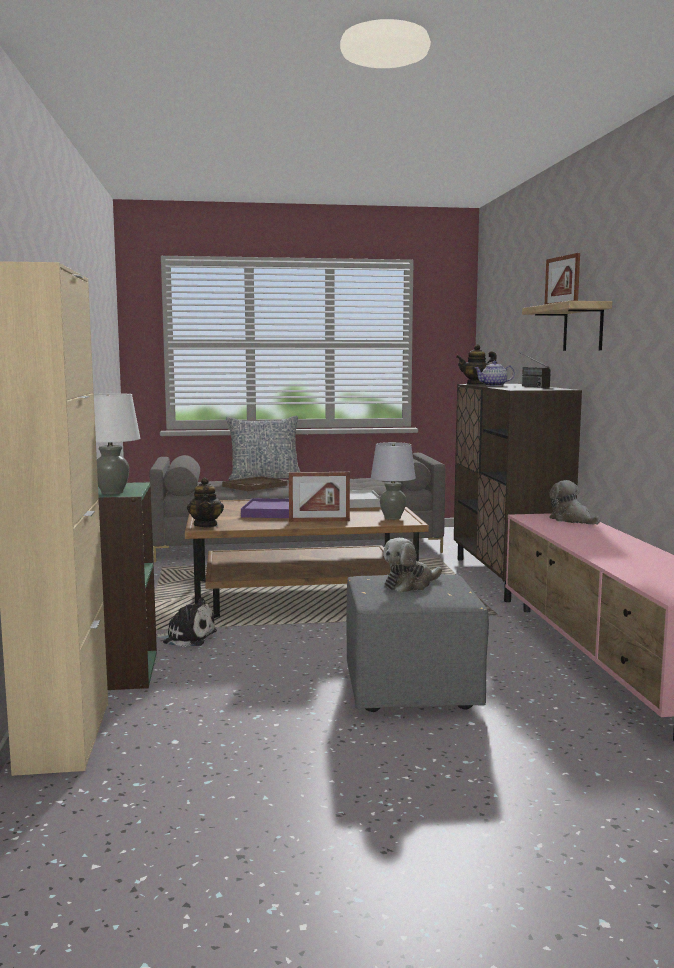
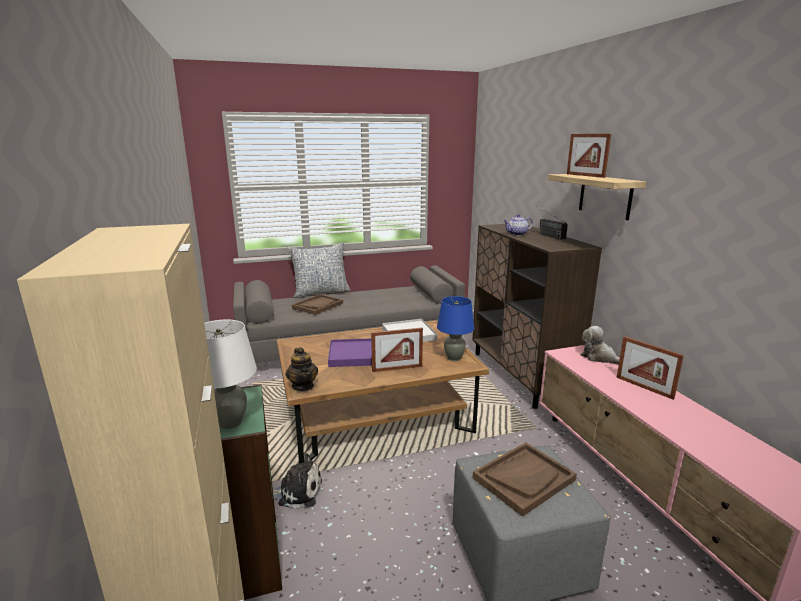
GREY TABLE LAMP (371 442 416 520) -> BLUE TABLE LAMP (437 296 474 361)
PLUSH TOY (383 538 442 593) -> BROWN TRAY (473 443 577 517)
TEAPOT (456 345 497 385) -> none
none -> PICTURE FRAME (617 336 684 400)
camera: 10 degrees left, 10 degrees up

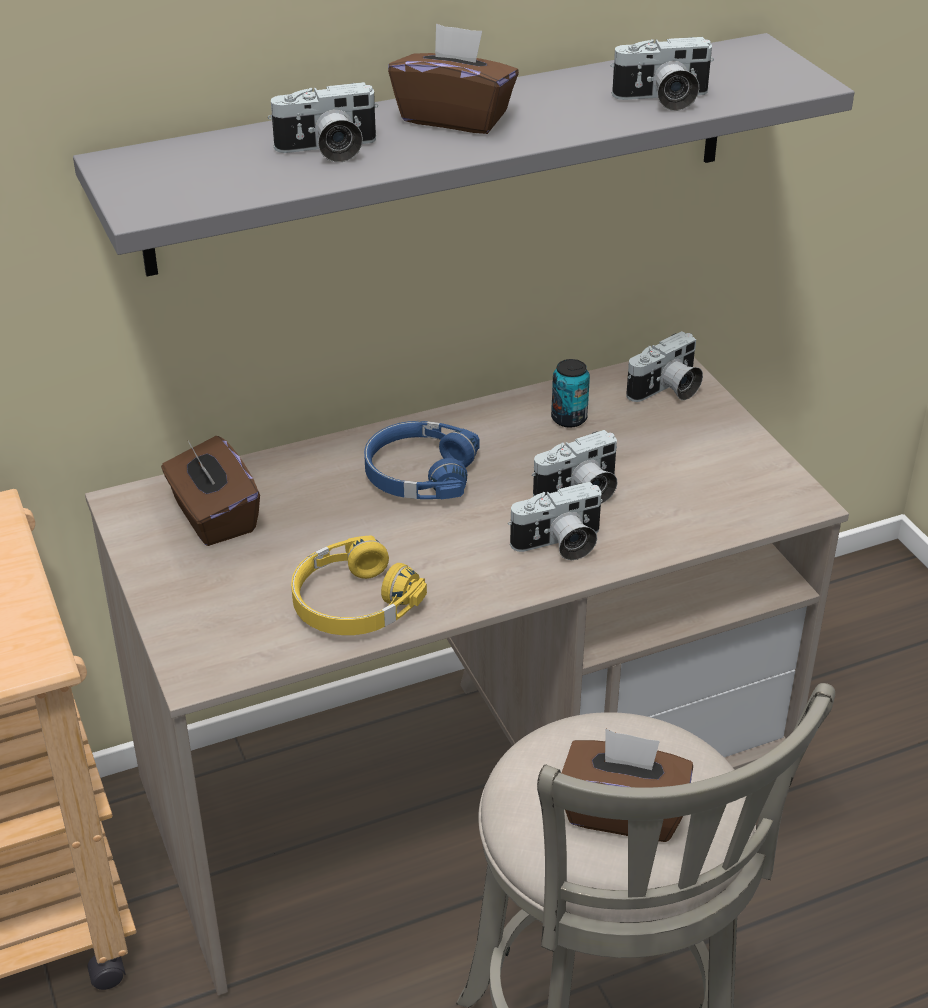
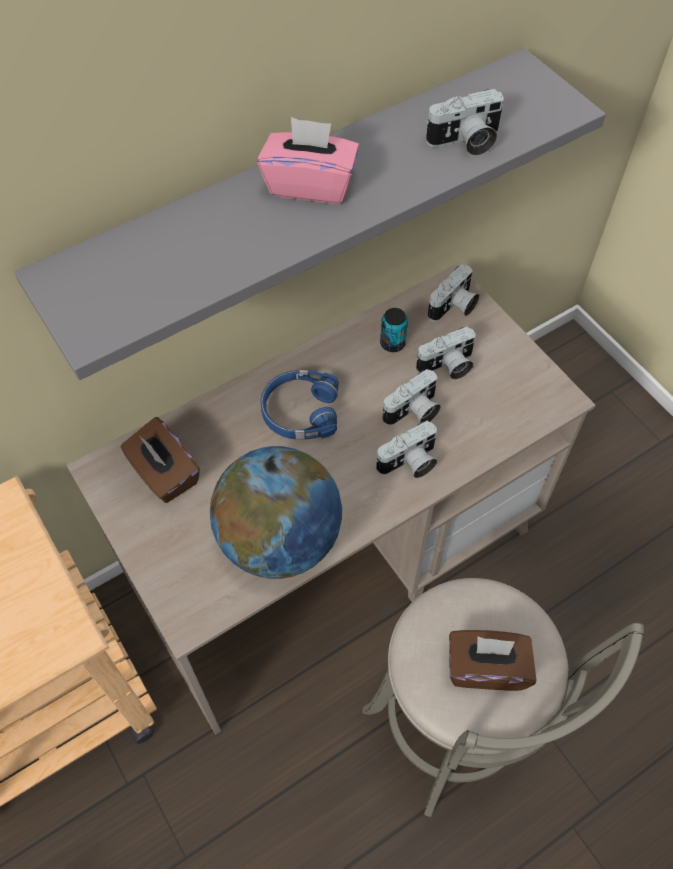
PHOTO CAMERA (268 82 378 162) -> PHOTO CAMERA (416 326 476 379), moved
YELLOW HEADPHONES (291 535 427 635) -> GLOBE (210 446 342 579)
BROWN TISSUE BOX (388 23 519 134) -> PINK TISSUE BOX (257 117 359 204)
camera: 10 degrees left, 20 degrees up

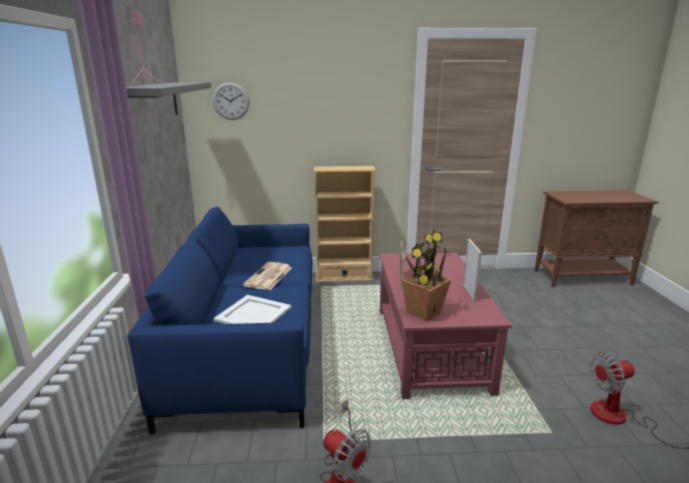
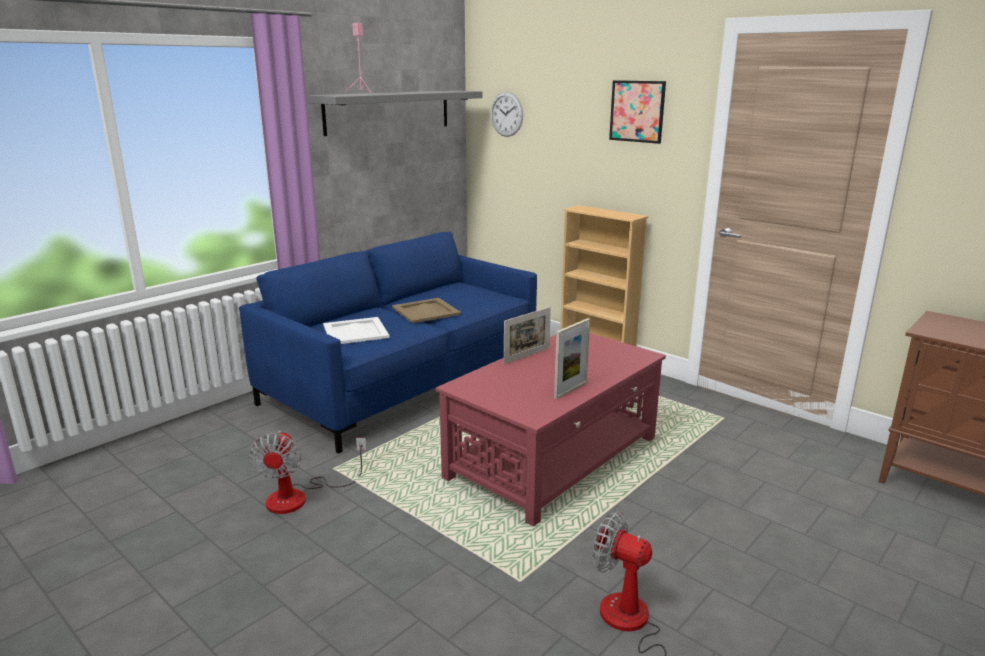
NEWSPAPER (243 262 292 290) -> BEIGE TRAY (392 298 461 323)
POTTED PLANT (401 230 451 321) -> none
none -> PICTURE (609 80 666 144)
camera: 45 degrees right, 0 degrees up

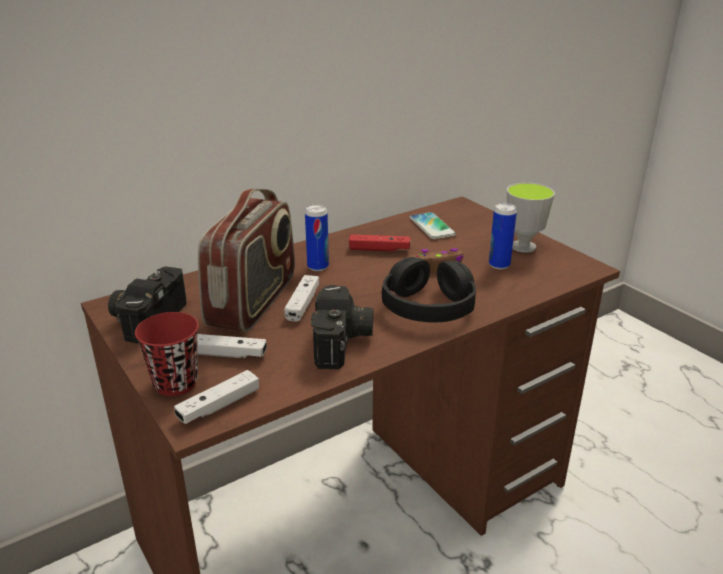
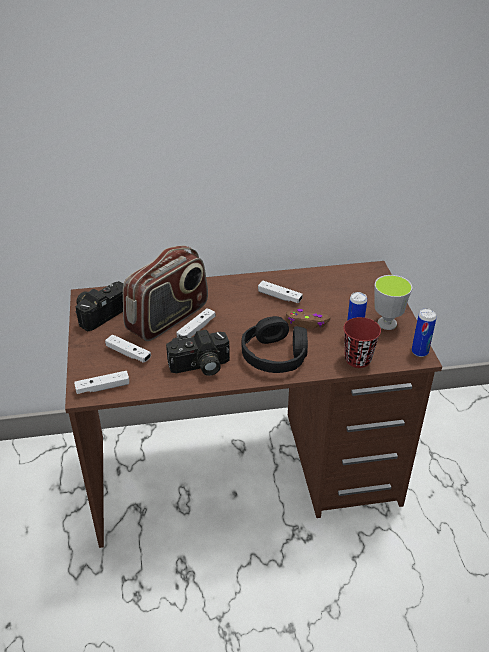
RED CUP (135 312 199 396) -> RED CUP (343 317 381 368), moved
CAN (305 205 329 271) -> CAN (412 308 437 357), moved
PHOTO CAMERA (311 285 373 369) -> PHOTO CAMERA (166 330 230 376), 45 degrees clockwise
RED GAME CONTROLLER (349 234 410 251) -> WHITE GAME CONTROLLER (258 281 303 303)
PHONE (410 212 456 239) -> none
camera: 25 degrees right, 10 degrees up

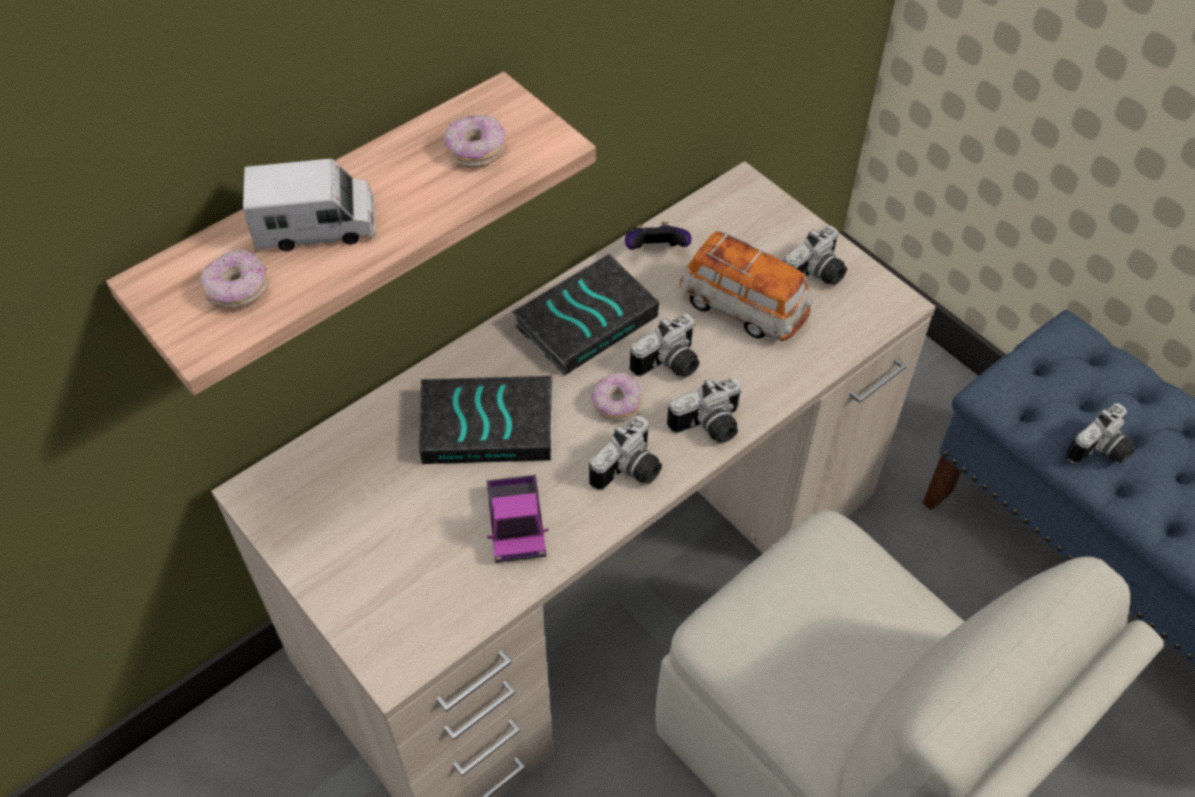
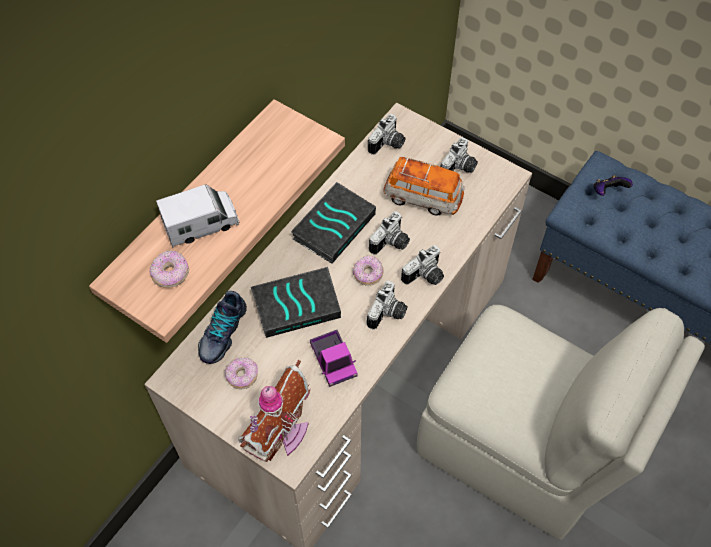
DONUT (444 115 506 168) -> DONUT (225 357 258 389), moved
GAME CONTROLLER (625 222 691 250) -> GAME CONTROLLER (594 175 633 196), moved
PHOTO CAMERA (1066 403 1136 464) -> PHOTO CAMERA (368 114 405 155), moved
none -> SHOE (198 291 247 364)
none -> TOY HOUSE (238 360 310 462)
camera: 15 degrees left, 5 degrees up

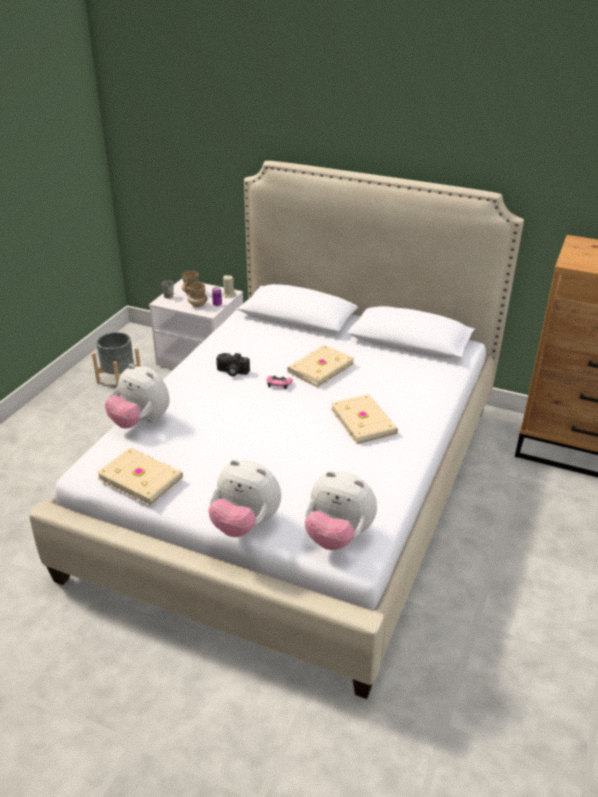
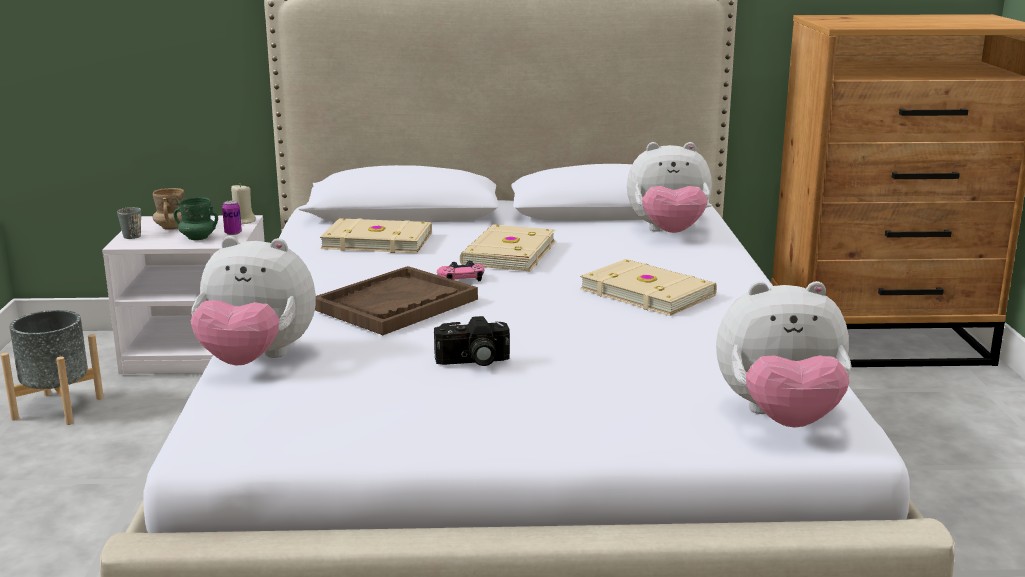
BEIGE BOOK (96 448 183 506) -> BEIGE BOOK (320 218 432 253), moved
BEIGE MUG (187 283 208 307) -> GREEN MUG (174 197 218 240)
PLUSH TOY (208 459 281 537) -> PLUSH TOY (627 142 712 233), moved
PHOTO CAMERA (216 353 250 376) -> PHOTO CAMERA (434 316 510 366), moved
none -> BROWN TRAY (315 266 478 335)
camera: 25 degrees left, 15 degrees down

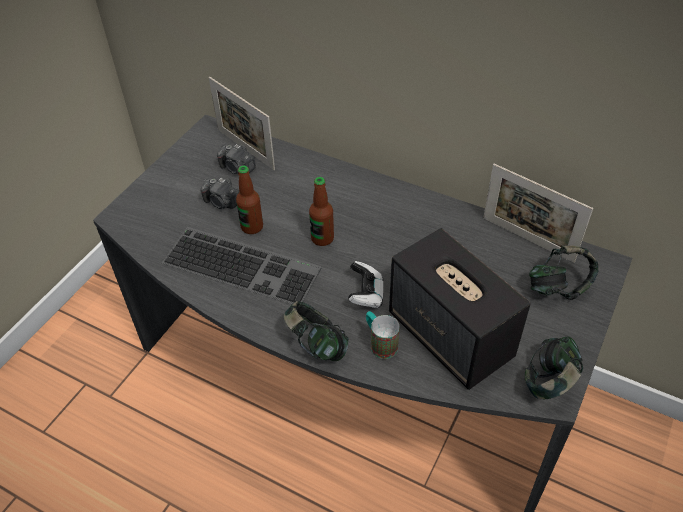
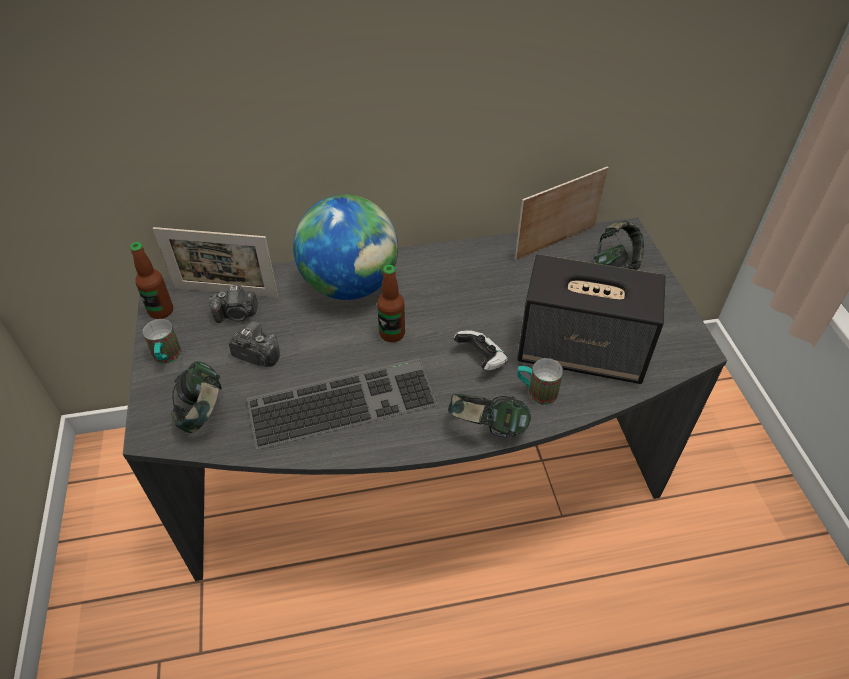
PHOTO CAMERA (201 178 240 209) -> PHOTO CAMERA (229 321 280 367), 150 degrees counterclockwise
BOTTLE (236 166 263 234) -> BOTTLE (130 242 173 319), moved
PICTURE FRAME (483 164 593 263) -> PICTURE FRAME (515 166 608 260), 150 degrees clockwise
HEADPHONES (525 337 583 399) -> HEADPHONES (171 361 222 433), moved
none -> MUG (143 319 181 364)
none -> GLOBE (293 194 398 300)
camera: 40 degrees left, 0 degrees up

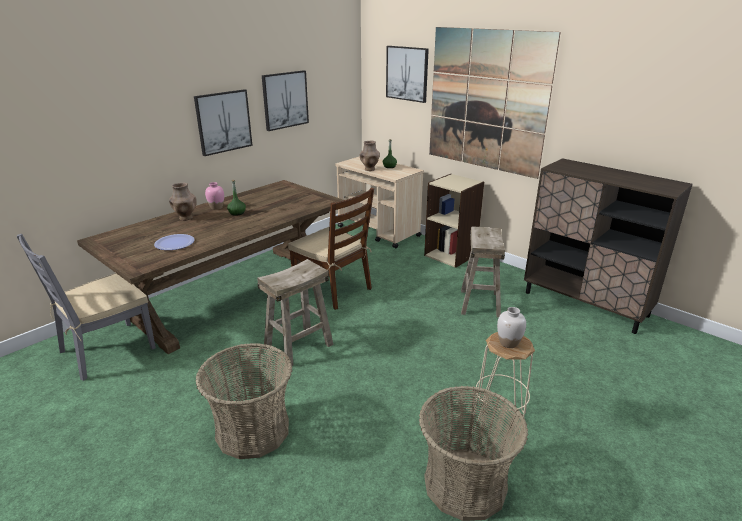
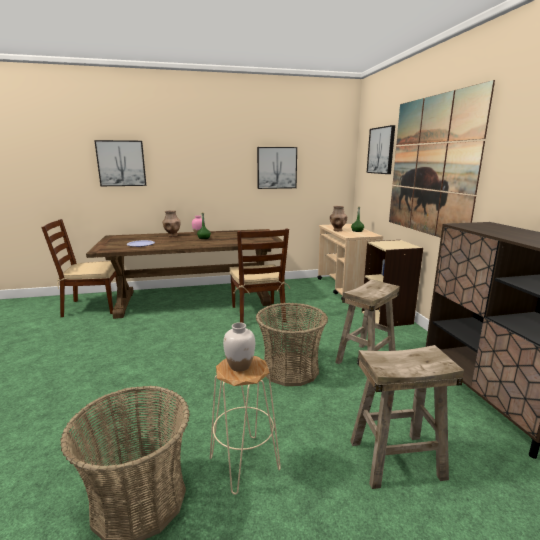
GREY CHAIR (17 234 156 381) -> BROWN CHAIR (41 219 117 317)
PICTURE (194 89 253 156) -> PICTURE (94 140 146 186), moved
BASKET (195 343 292 459) -> BASKET (256 303 328 386), moved
BEIGE STOOL (257 259 334 366) -> BEIGE STOOL (350 345 464 489), moved
camera: 35 degrees right, 10 degrees down

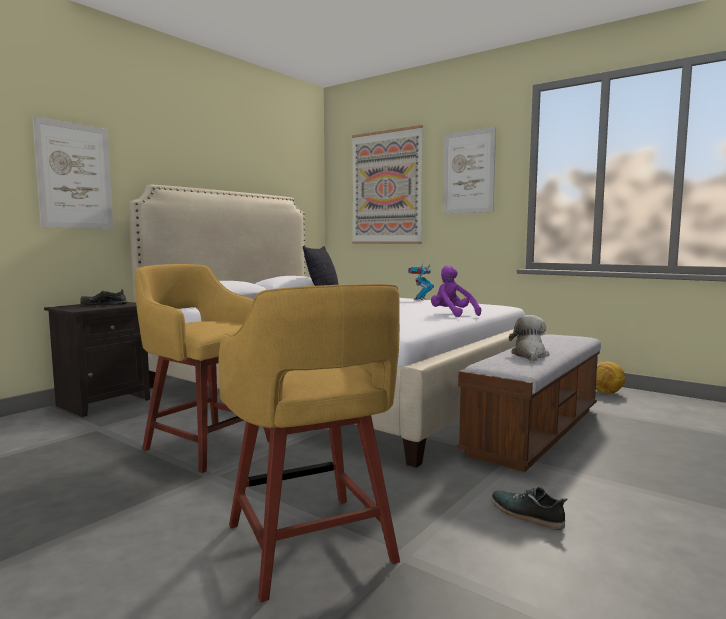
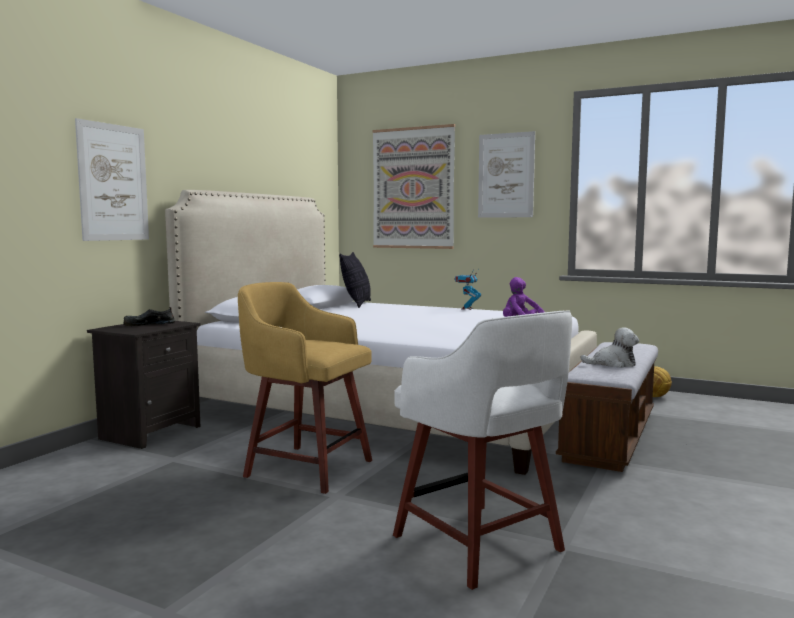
YELLOW STOOL (218 284 400 602) -> WHITE STOOL (393 311 572 590)
SHOE (491 487 567 530) -> none
PLUSH TOY (509 315 549 361) -> PLUSH TOY (581 327 639 368), 90 degrees clockwise
camera: 10 degrees left, 0 degrees up

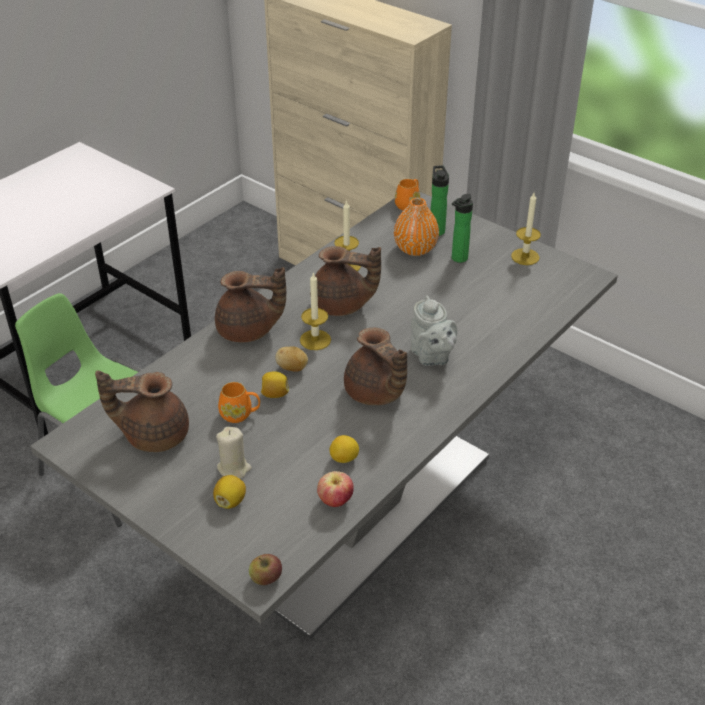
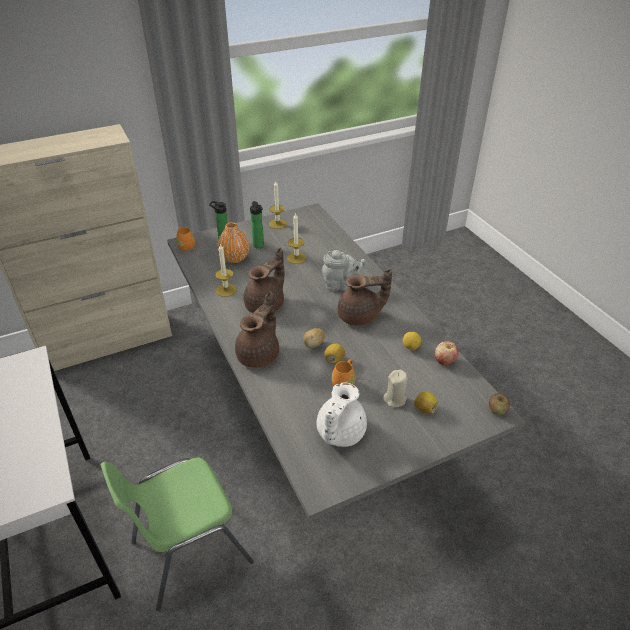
BROWN TEAPOT (95 371 189 452) -> WHITE TEAPOT (316 382 367 447)
CANDLE (300 272 331 350) -> CANDLE (287 213 306 264), moved
camera: 65 degrees left, 0 degrees up

